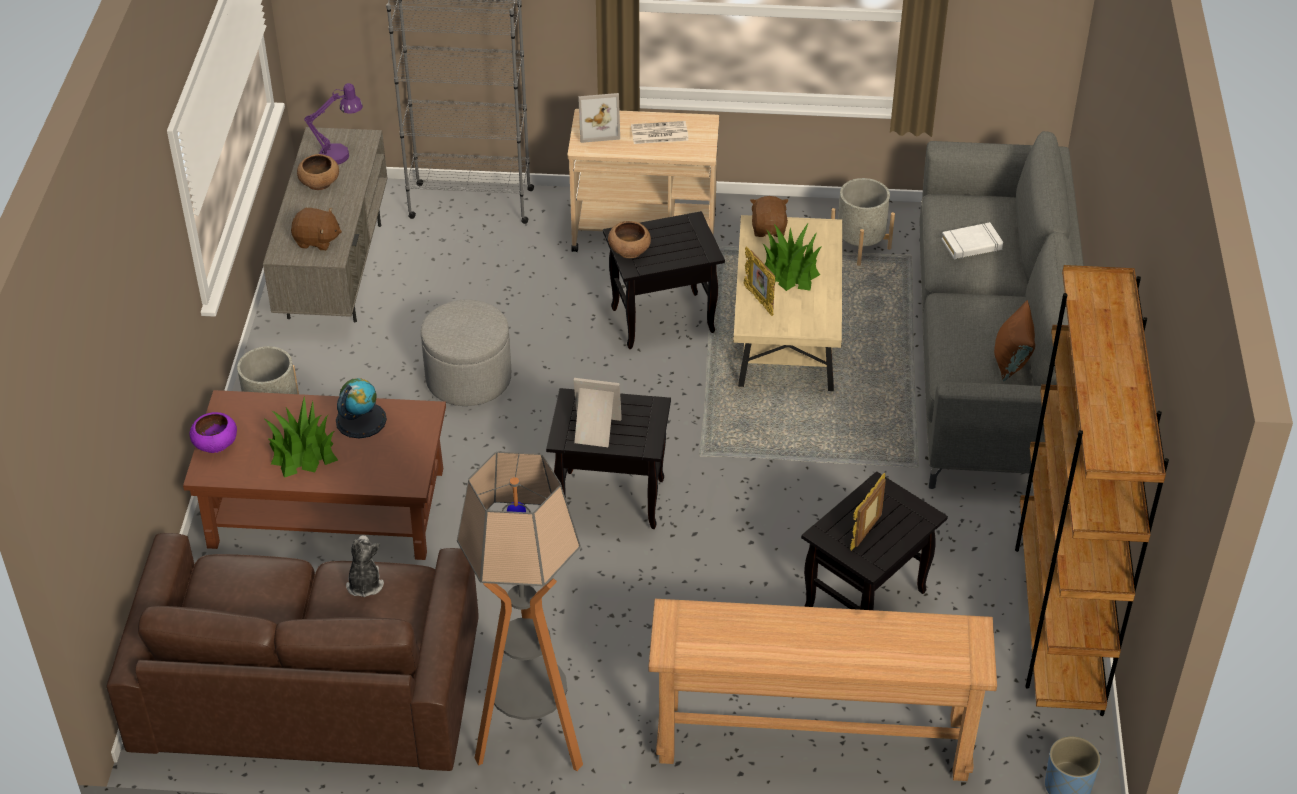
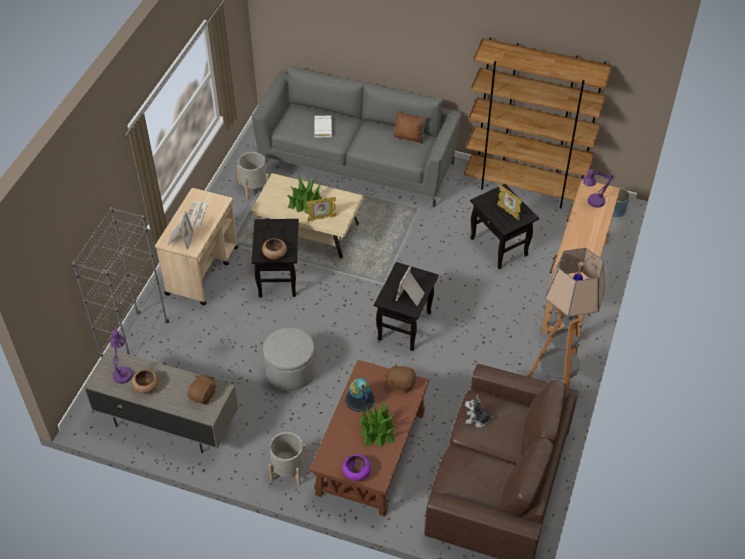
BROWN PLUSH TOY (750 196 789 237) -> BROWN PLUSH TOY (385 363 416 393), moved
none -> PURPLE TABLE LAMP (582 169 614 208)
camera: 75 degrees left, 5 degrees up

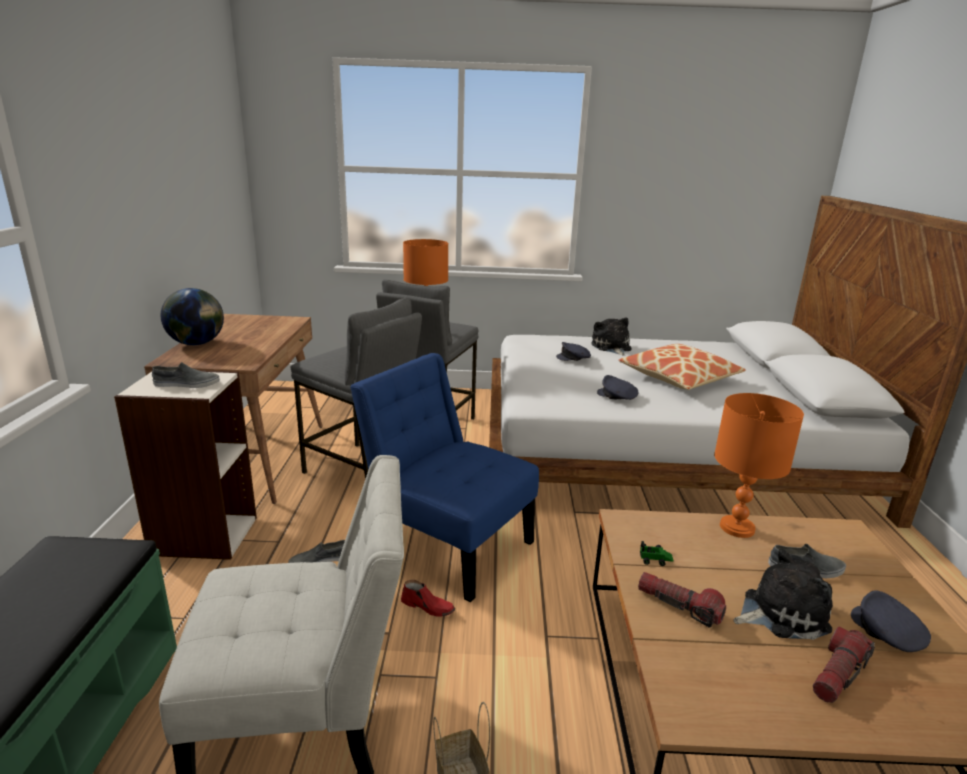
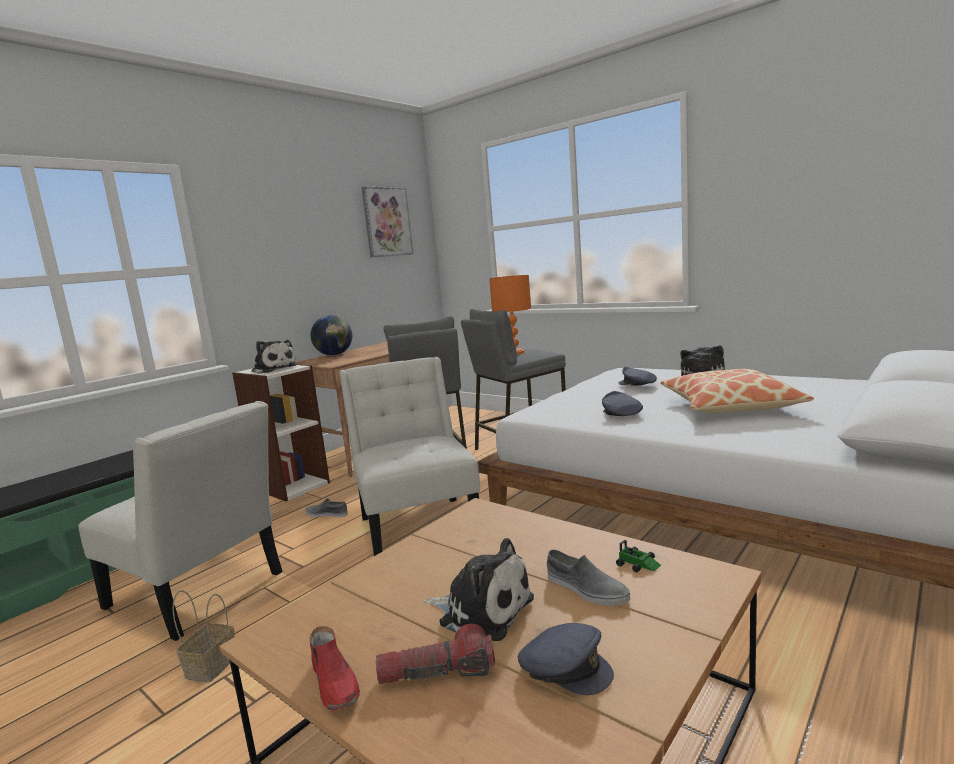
GREY SHOE (152 362 220 388) -> PLUSH TOY (251 340 297 374)
BLUE CHAIR (350 353 539 602) -> WHITE CHAIR (339 357 480 556)
RED SHOE (401 580 455 616) -> RED SHOE (310 626 360 711), moved
FLASHLIGHT (638 572 726 628) -> none
TOY CAR (640 541 674 566) -> TOY CAR (616 540 661 572), moved
ORANGE TABLE LAMP (714 393 804 538) -> none
GREY CAP (851 591 931 652) -> GREY CAP (518 623 614 695), 105 degrees clockwise
none -> PICTURE (362 186 413 258)
camera: 40 degrees right, 10 degrees down

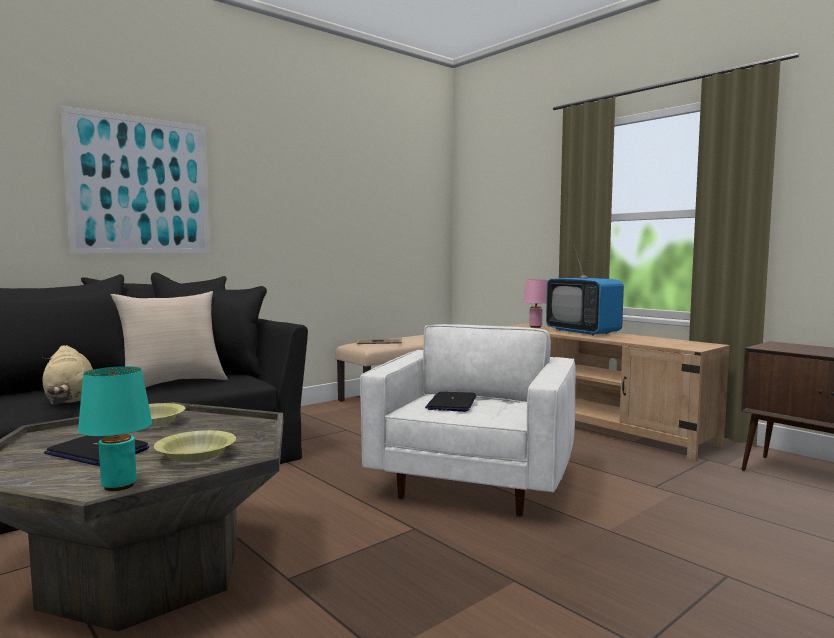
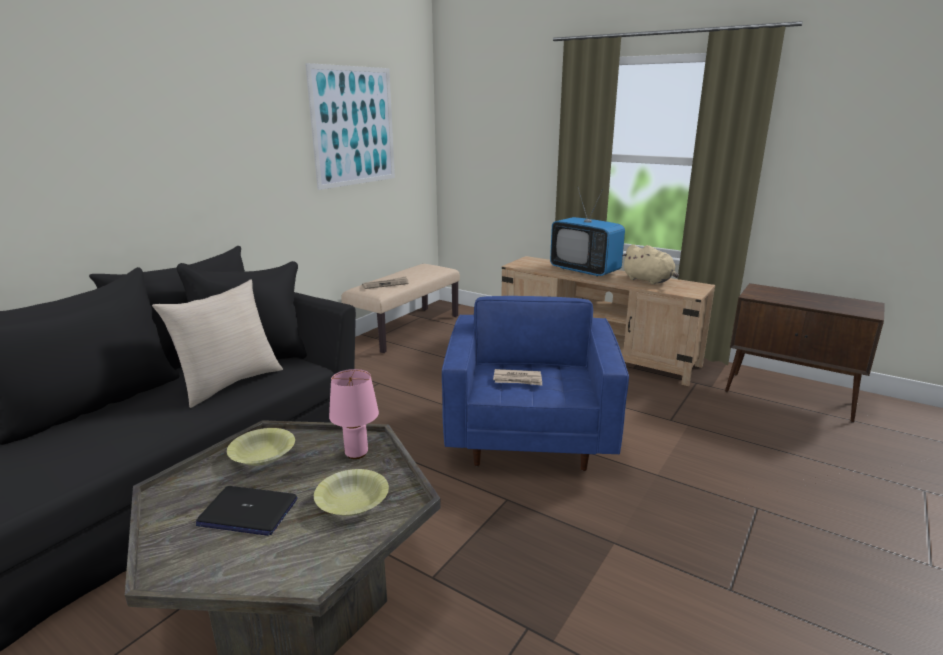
BEIGE PLUSH TOY (42 345 93 405) -> BEIGE PLUSH TOY (622 244 679 285), moved
PICTURE (61 106 210 254) -> PICTURE (305 63 395 190), moved
TURQUOISE TABLE LAMP (78 366 152 491) -> none
WHITE ARMCHAIR (360 324 576 517) -> BLUE ARMCHAIR (442 296 629 471)
LAPTOP (425 392 476 412) -> NEWSPAPER (493 369 542 386)
PINK TABLE LAMP (523 279 548 328) -> PINK TABLE LAMP (329 369 379 459), moved
camera: 15 degrees left, 15 degrees up

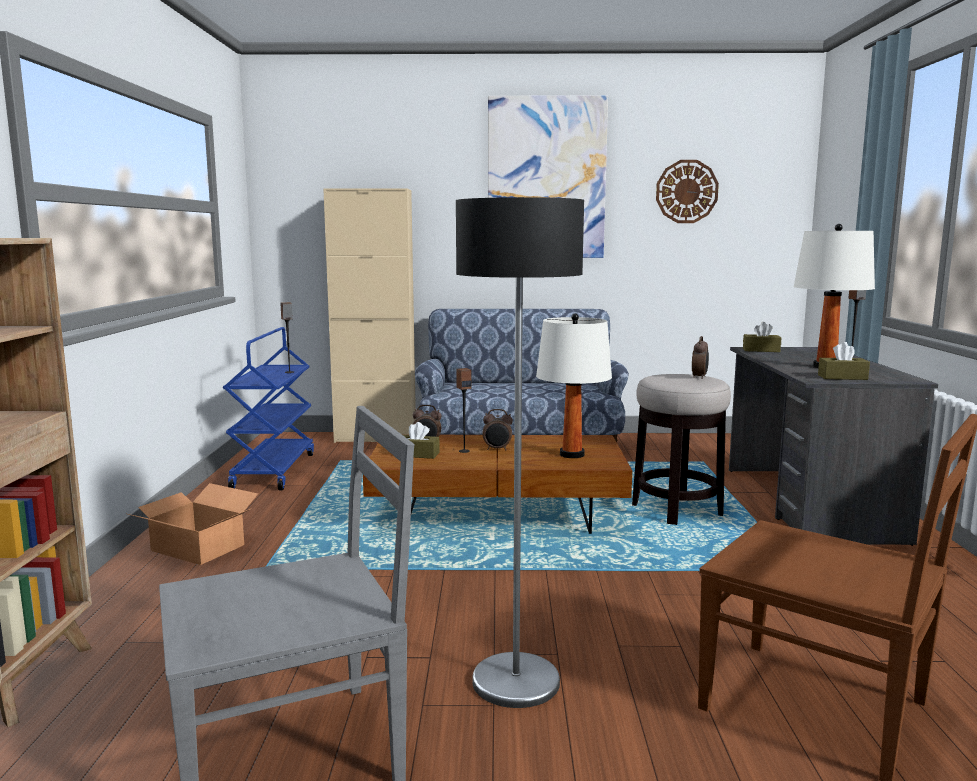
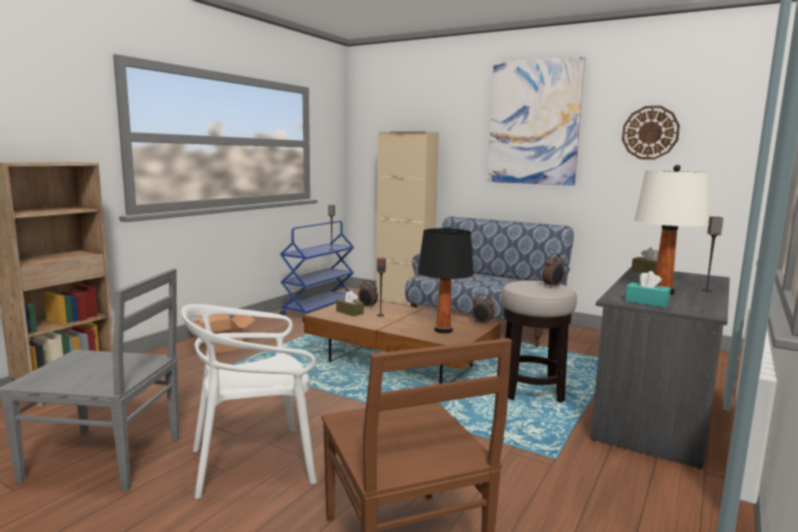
FLOOR LAMP (456 197 584 708) -> WHITE CHAIR (182 304 317 499)
ALARM CLOCK (482 409 513 450) -> ALARM CLOCK (472 294 494 325), moved
WHITE TABLE LAMP (536 313 612 458) -> BLACK TABLE LAMP (418 226 474 333)
BROWN TISSUE BOX (818 342 870 380) -> TURQUOISE TISSUE BOX (625 271 671 308)
camera: 30 degrees right, 0 degrees up

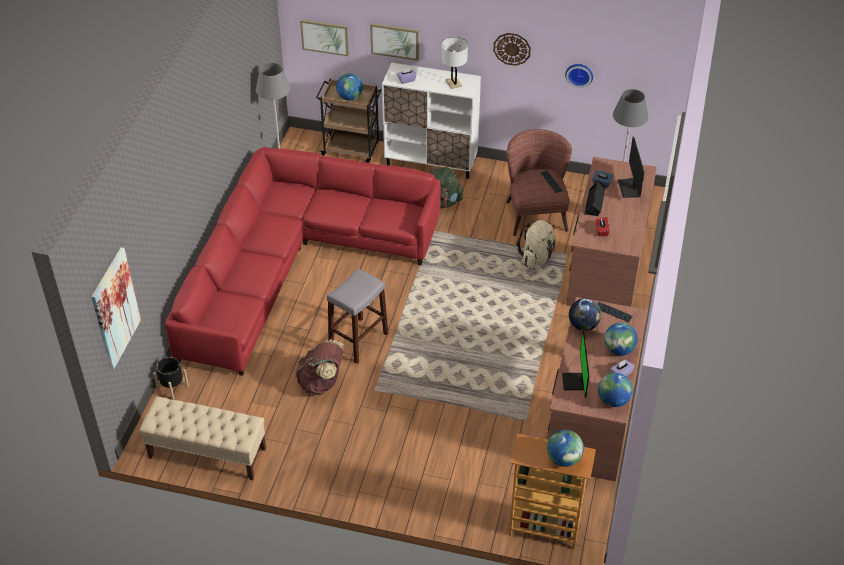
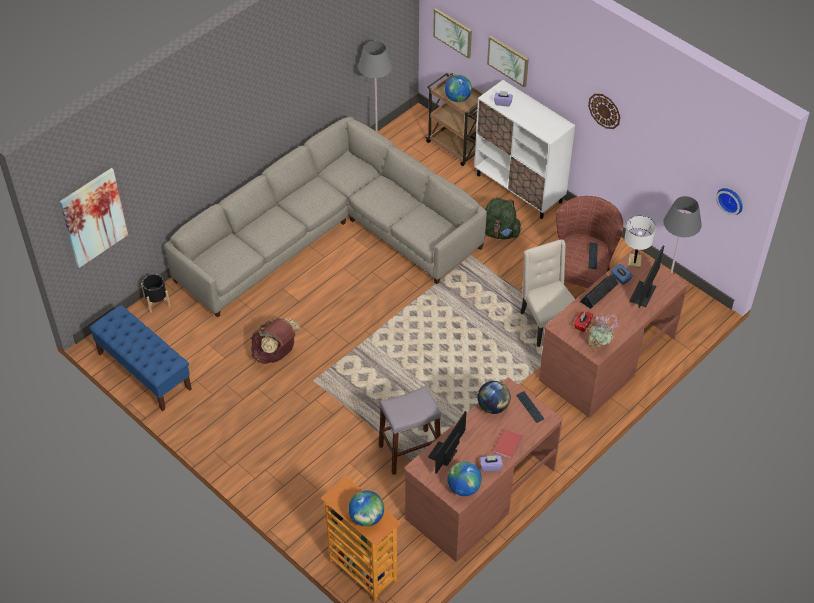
BEIGE BENCH (139 396 266 480) -> BLUE BENCH (89 305 192 411)
RED SOFA (165 147 441 376) -> GREY SOFA (164 117 487 317)
GREY STOOL (327 268 388 364) -> GREY STOOL (379 386 441 475), moved
WHITE TABLE LAMP (441 37 468 89) -> WHITE TABLE LAMP (624 216 656 268), moved
BEIGE BACKPACK (516 220 556 268) -> BEIGE CHAIR (520 240 575 347)
WALL CLOCK (565 64 593 88) -> WALL CLOCK (716 188 743 215), moved
GLOBE (604 322 638 356) -> RED BOOK (493 429 523 459)
none -> POTTED PLANT (586 313 618 352)
camera: 30 degrees right, 5 degrees up

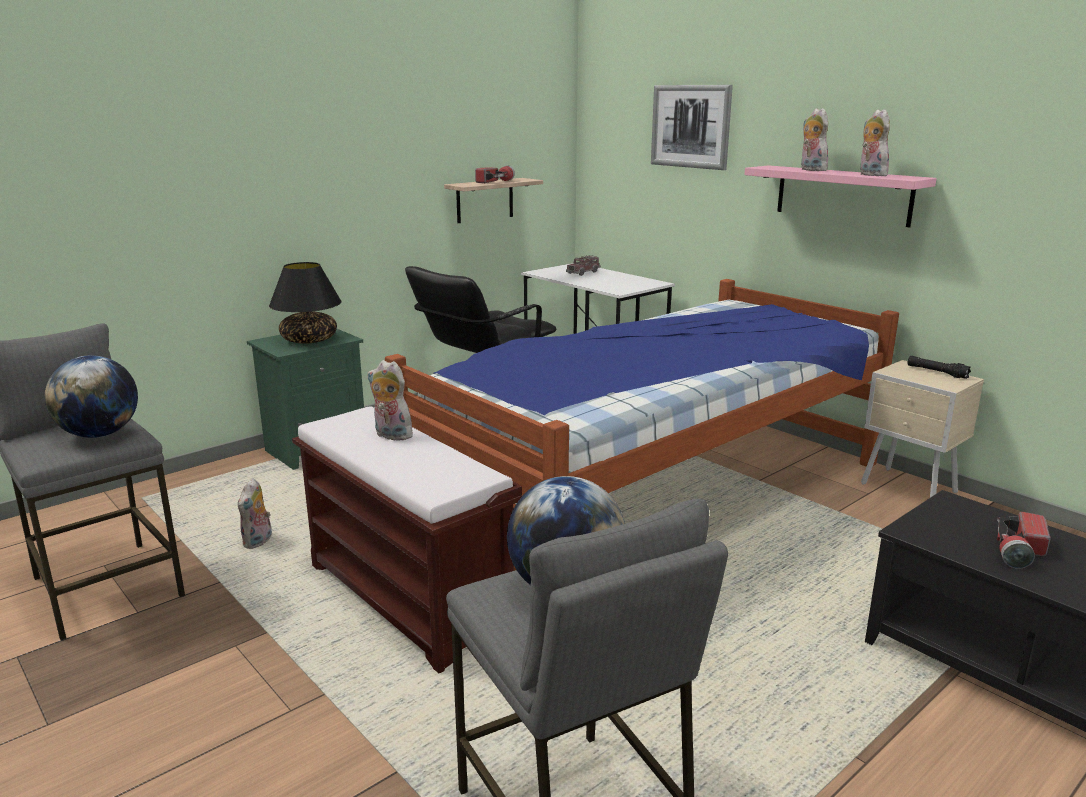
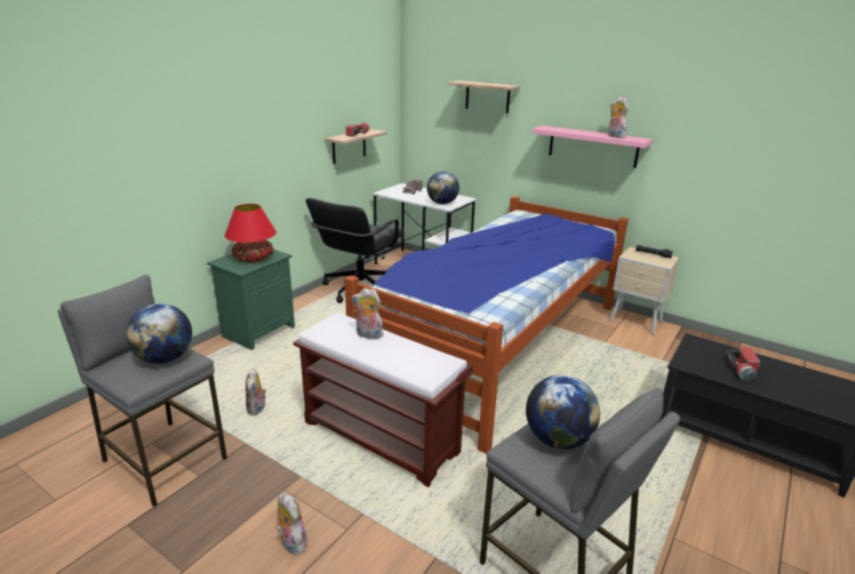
BLACK TABLE LAMP (269 262 342 344) -> RED TABLE LAMP (225 204 276 262)
PICTURE (651 85 733 170) -> SHELF (447 80 520 114)
PLUSH TOY (801 108 828 171) -> PLUSH TOY (276 493 307 555), moved
none -> GLOBE (427 171 459 204)
camera: 15 degrees left, 5 degrees up

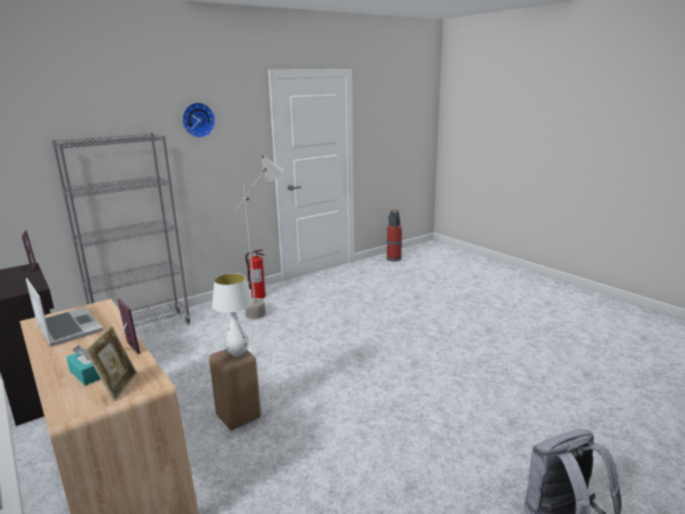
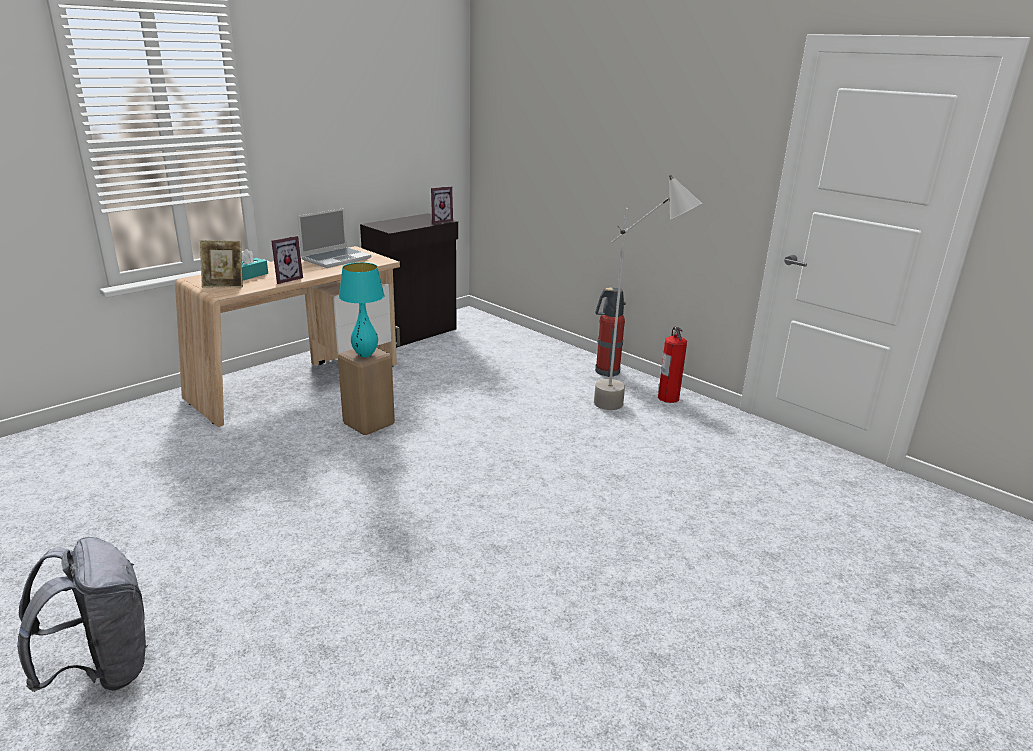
GREY BOOKCASE (52 133 191 327) -> none
WALL CLOCK (182 102 215 138) -> none
WHITE TABLE LAMP (212 273 253 357) -> TURQUOISE TABLE LAMP (339 262 385 357)
FIRE EXTINGUISHER (387 210 402 261) -> FIRE EXTINGUISHER (595 287 626 377), moved
camera: 80 degrees right, 5 degrees up

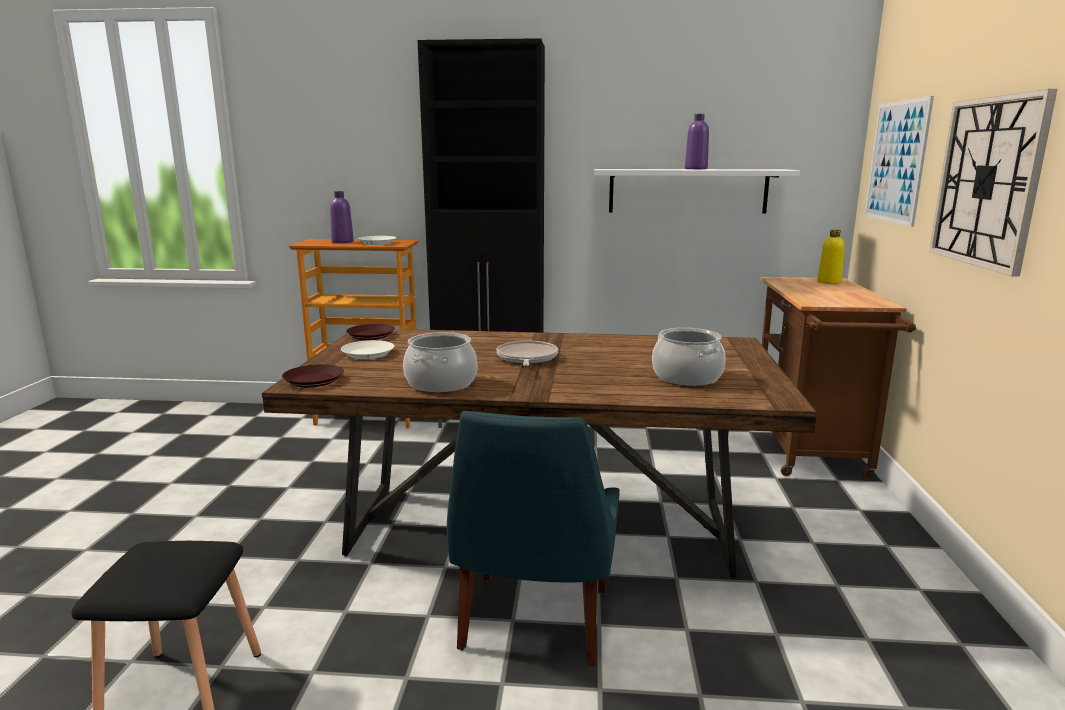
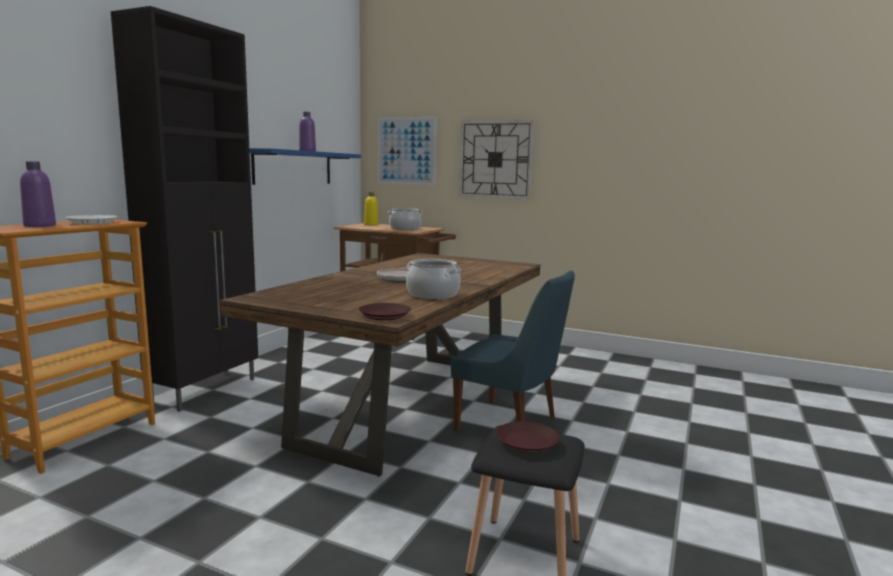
WHITE PLATE (341 340 394 359) -> none
BROWN PLATE (346 324 395 340) -> BROWN PLATE (496 421 560 453), moved
WHITE SHELF (594 169 800 214) -> BLUE SHELF (249 148 361 185)
COOKING POT (652 328 726 386) -> COOKING POT (387 208 423 230), moved
camera: 70 degrees left, 5 degrees down

